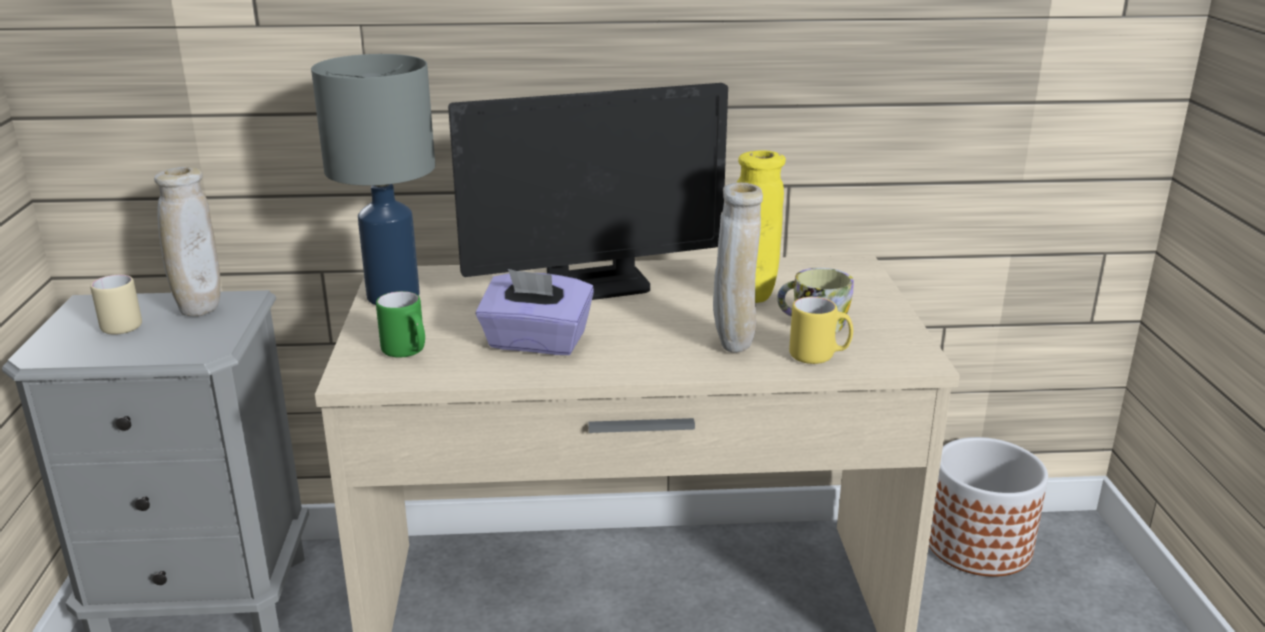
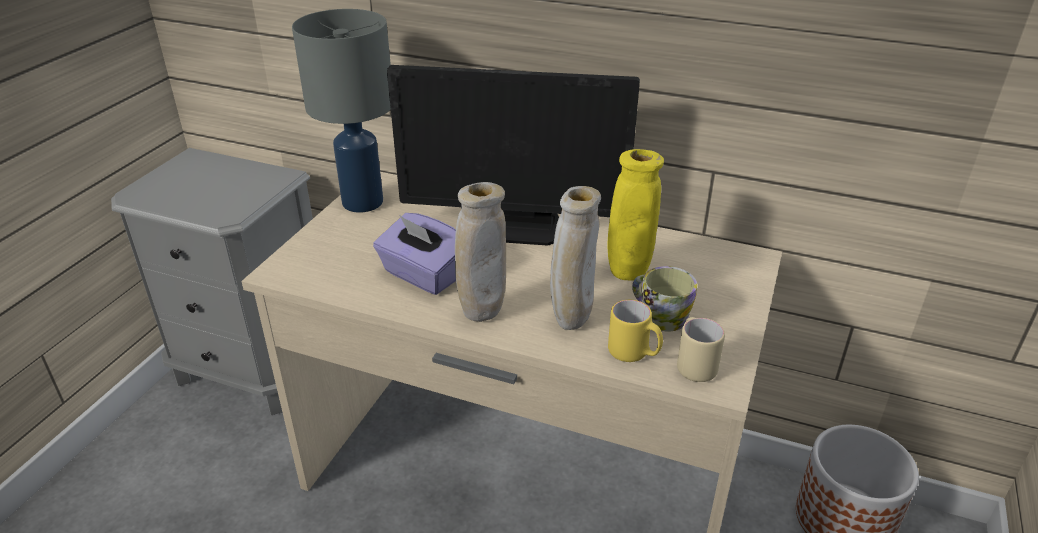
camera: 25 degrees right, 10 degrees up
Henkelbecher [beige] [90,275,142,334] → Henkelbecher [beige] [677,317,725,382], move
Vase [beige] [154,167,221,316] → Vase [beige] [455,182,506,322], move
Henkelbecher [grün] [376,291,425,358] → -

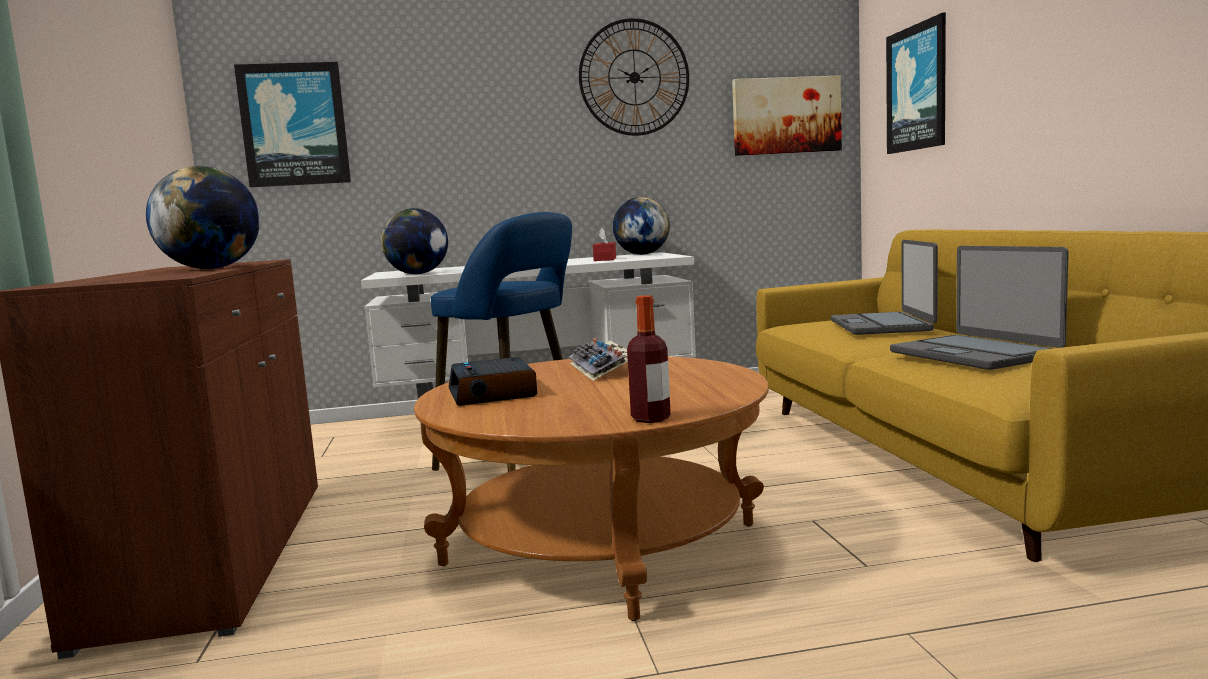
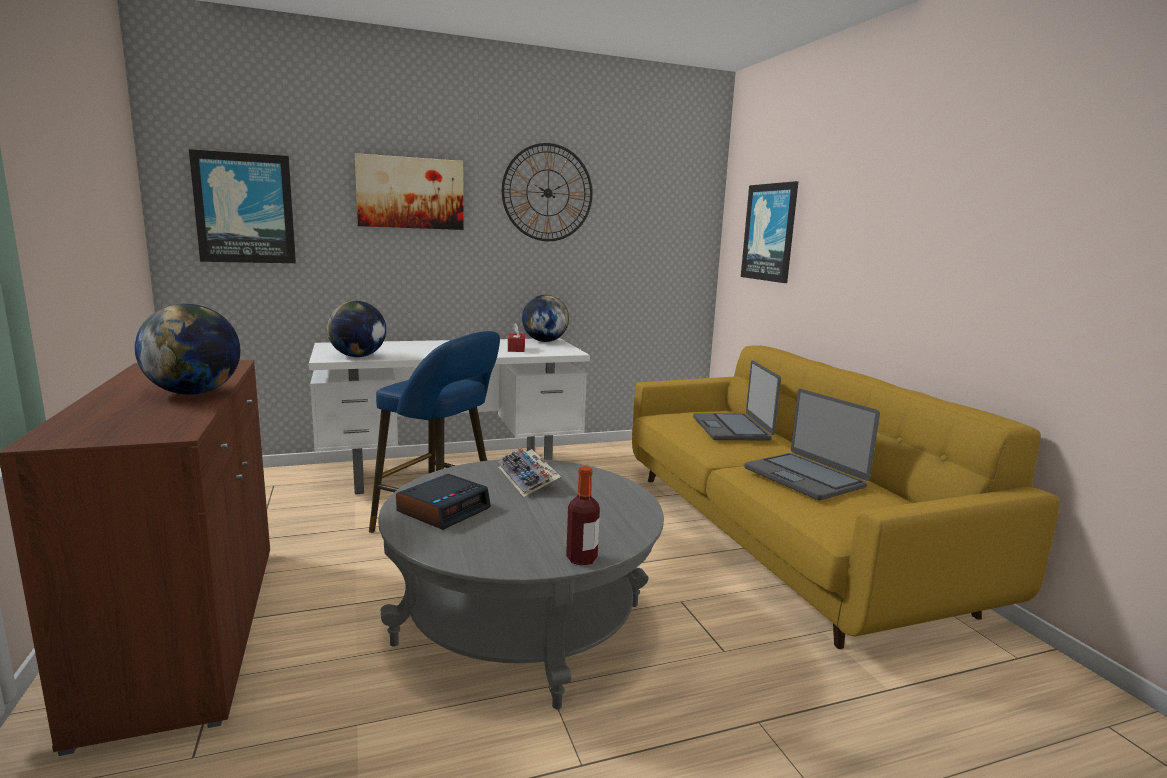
camera: 10 degrees left, 5 degrees up
Couchtisch [braun] [414,356,769,621] → Couchtisch [grau] [378,459,664,709]
Wecker [449,357,537,406] → Wecker [396,474,491,530], 120 degrees counterclockwise
Bild [732,75,842,156] → Bild [355,153,464,230], move

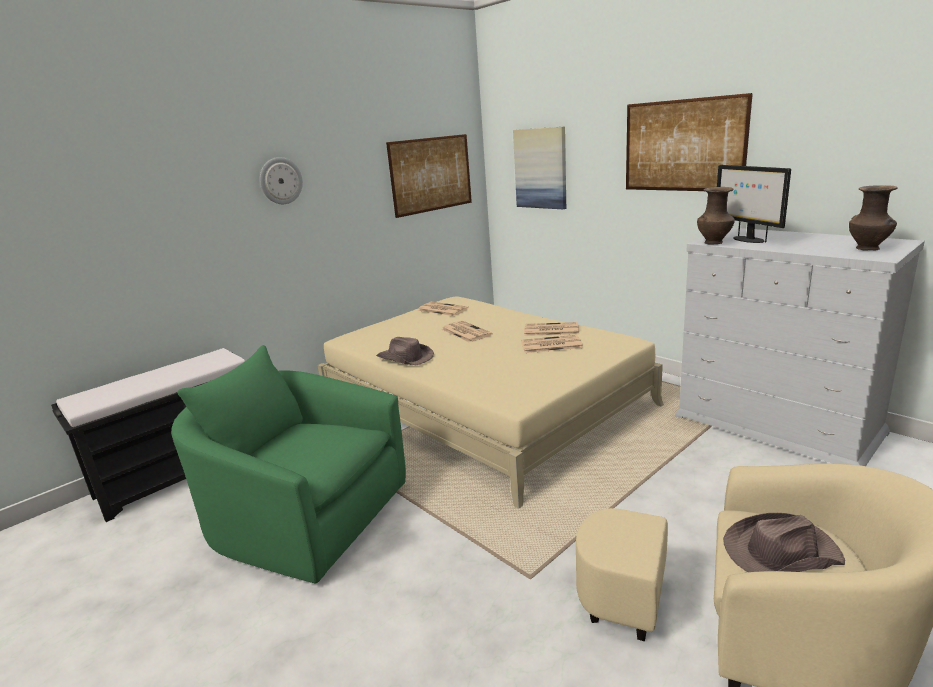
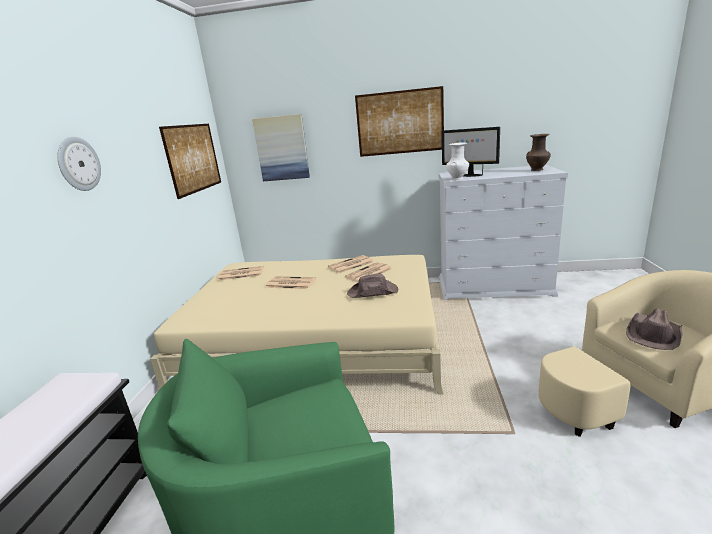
camera: 40 degrees left, 0 degrees up
Hut [braun] [376,337,434,366] → Hut [braun] [347,273,398,298], move
Vase [braun] [697,187,735,245] → Vase [weiß] [446,142,469,180]

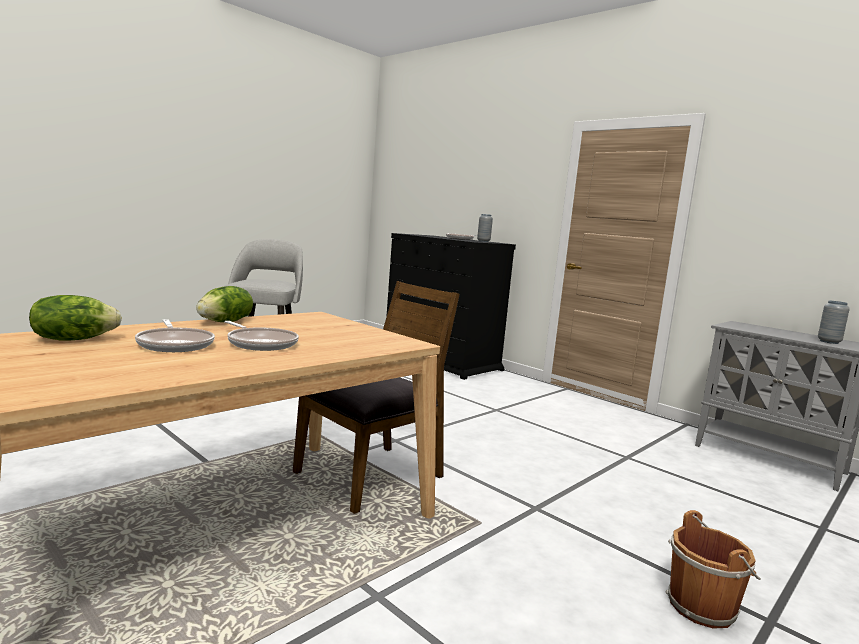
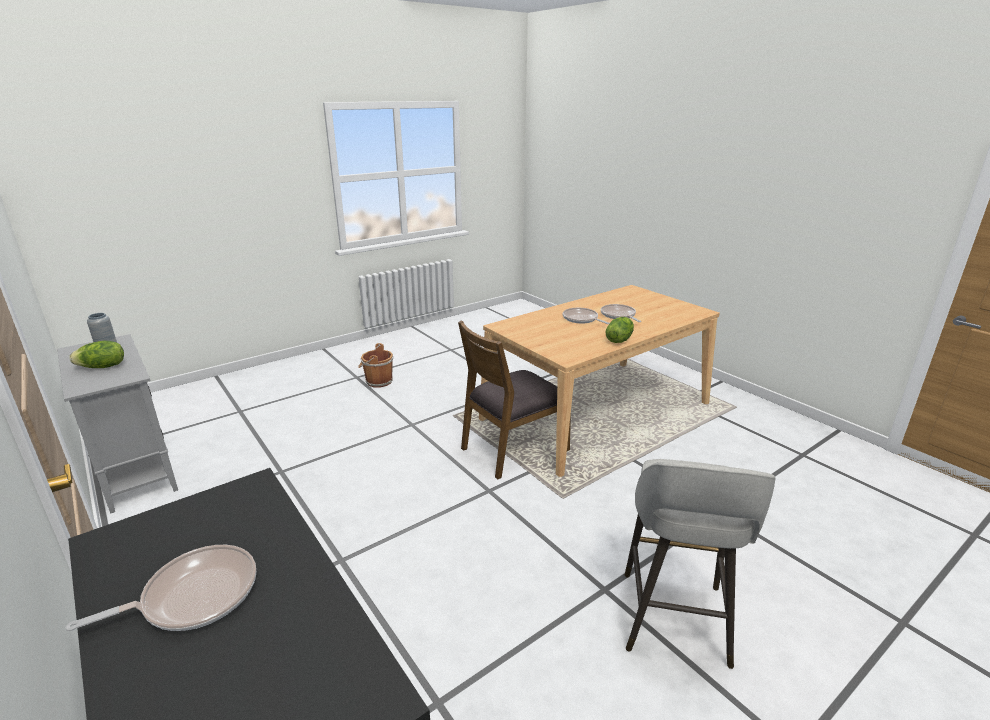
camera: 170 degrees left, 15 degrees up
Salatkopf [29,295,122,340] → Salatkopf [69,341,124,368], move
Vase [grau] [477,214,493,242] → -

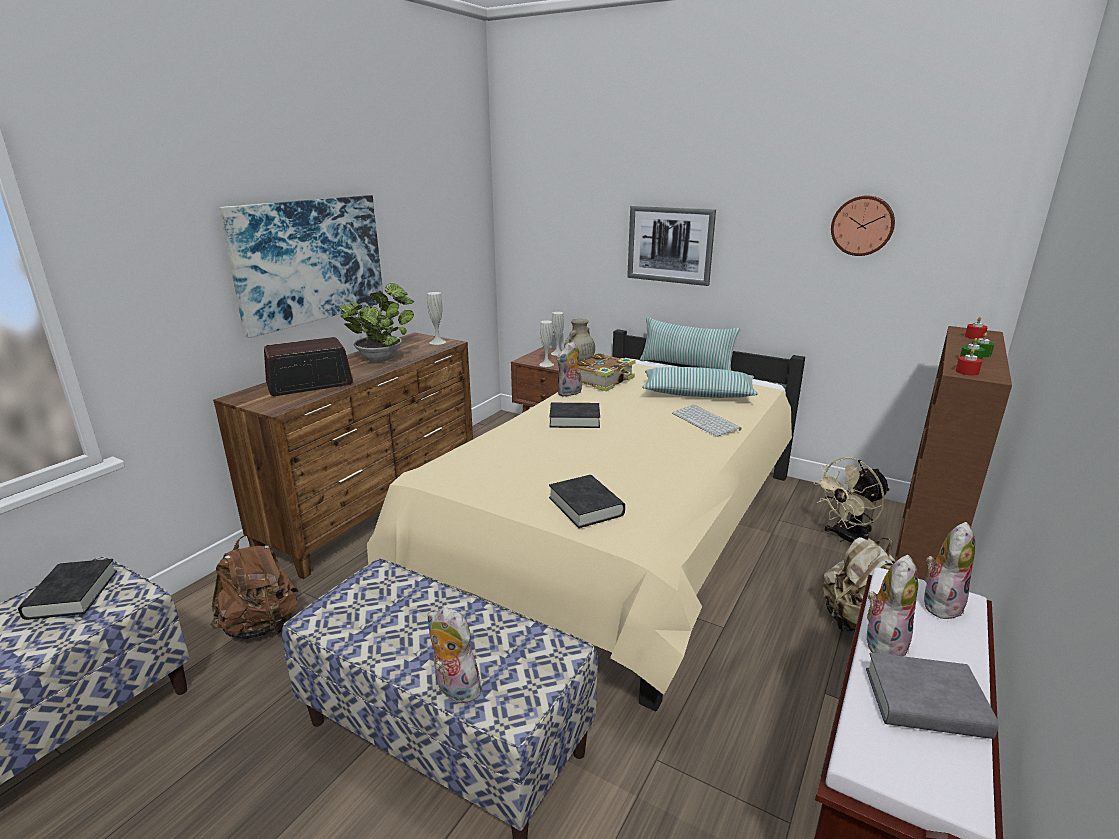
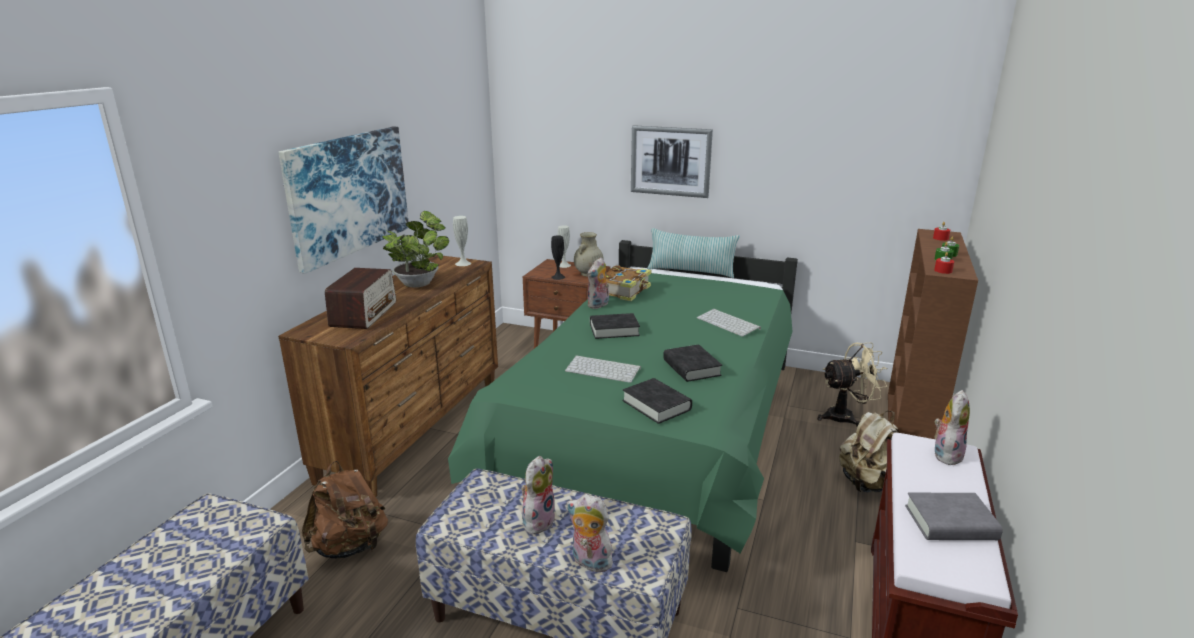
camera: 10 degrees left, 0 degrees up
Buch [schwarz] [18,559,117,620] → Buch [schwarz] [663,344,722,382], move
Radio [264,337,353,396] → Radio [325,268,396,329], 135 degrees clockwise
Bett [beige] [367,329,805,711] → Bett [grün] [448,240,798,572]
Vase [weiß] [539,320,554,367] → Vase [schwarz] [551,235,565,280]
Kissen [642,367,758,398] → -
Ventilator [beige] [814,457,890,543] → Ventilator [beige] [817,342,888,427], 150 degrees counterclockwise
Wanduhr [831,195,895,256] → -
Plüschtier [863,555,918,656] → Plüschtier [521,456,556,535], move
- → Tastatur [565,355,641,383]

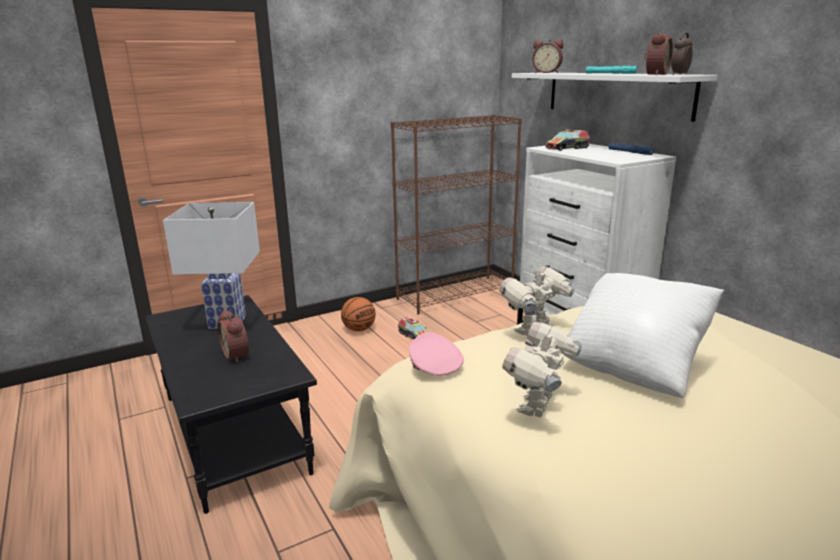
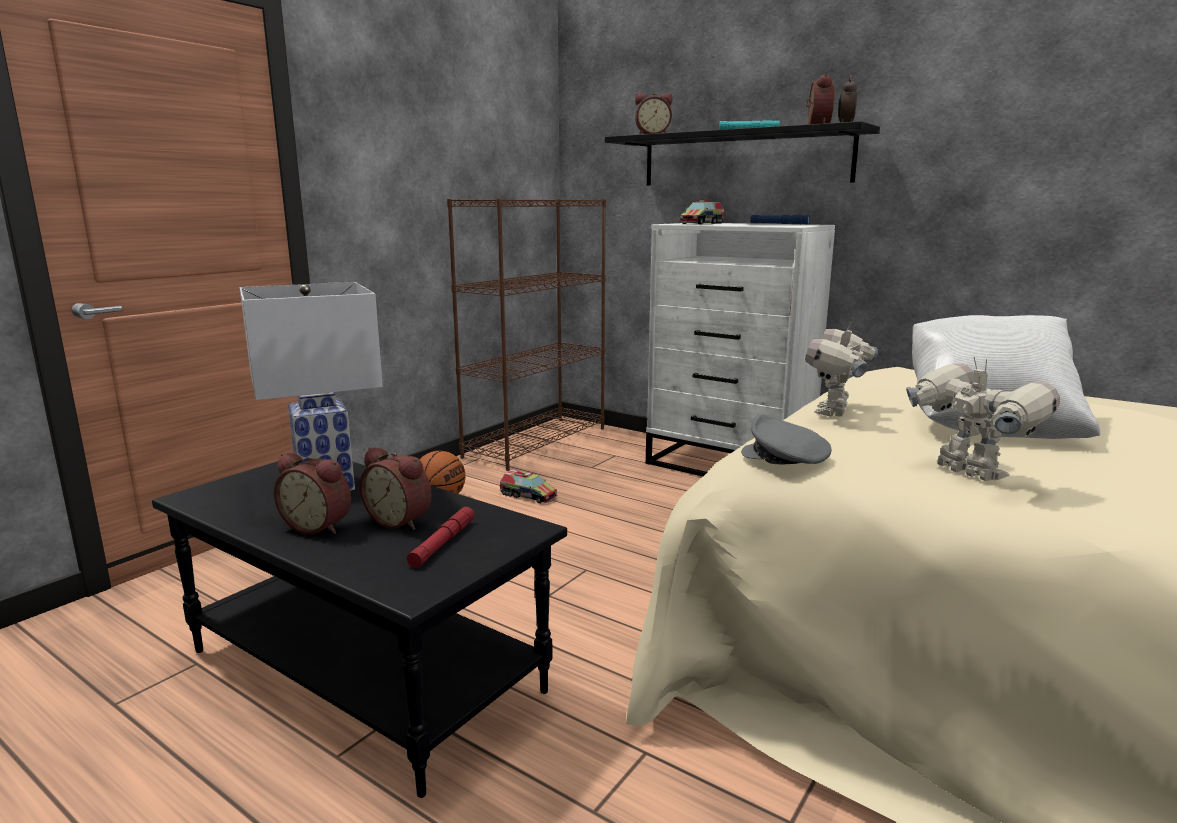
camera: 25 degrees left, 5 degrees down
Kappe [rosa] [409,332,464,376] → Kappe [grau] [741,414,831,465]
Spielzeugroboter [502,322,582,417] → Spielzeugroboter [906,357,1060,481], 150 degrees clockwise
Wandregal [weiß] [512,73,718,122] → Wandregal [schwarz] [605,121,880,186]
- → Wecker [274,453,351,534]
- → Taschenlampe [rot] [407,507,475,568]

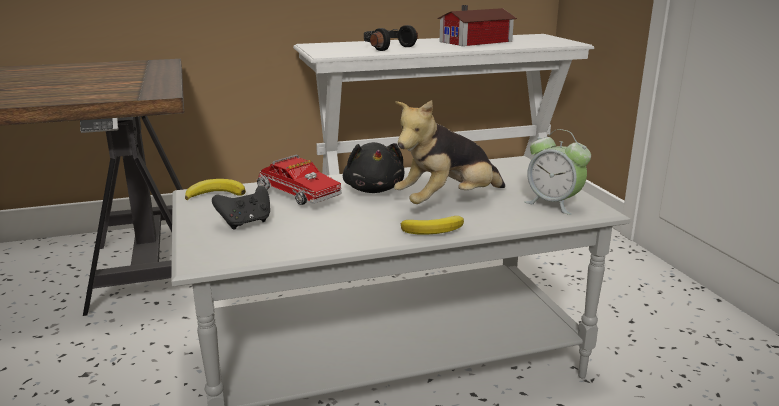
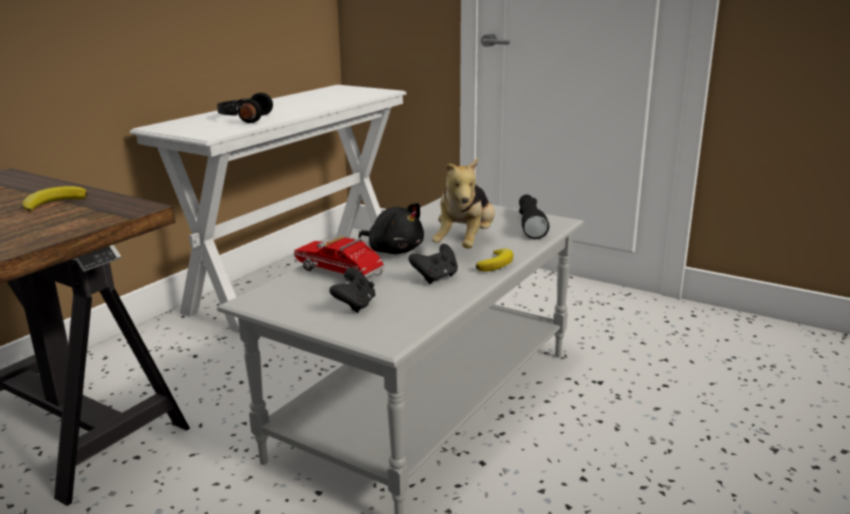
camera: 40 degrees left, 0 degrees up
Banane [185,179,246,200] → Banane [22,186,87,213], move
Spielzeuglaster [256,155,342,205] → Spielzeuglaster [294,236,385,283], 150 degrees counterclockwise
Spielzeughaus [437,5,517,46] → -
Wecker [524,129,591,215] → Taschenlampe [schwarz] [519,195,549,239]
- → Gamepad [schwarz] [408,244,458,284]

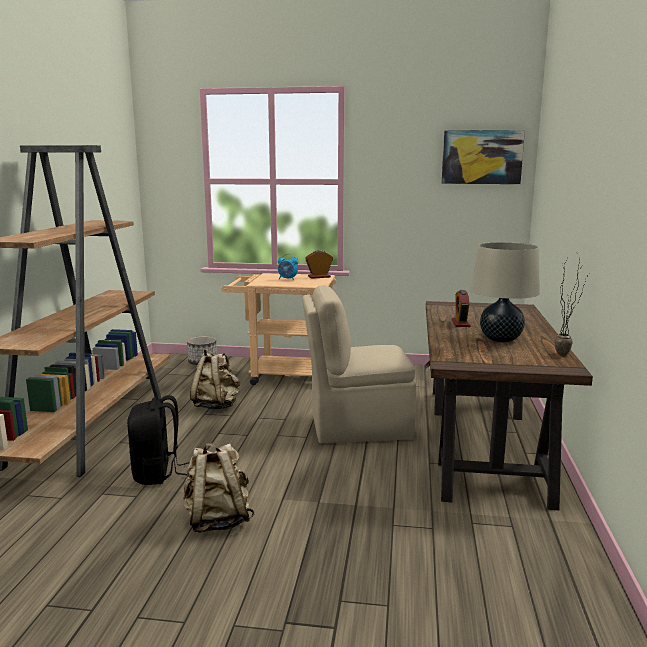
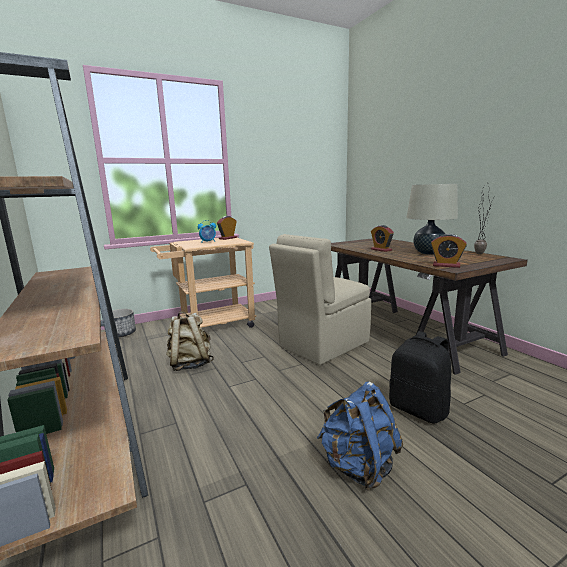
camera: 35 degrees left, 0 degrees up
Rucksack [schwarz] [127,395,190,485] → Rucksack [schwarz] [389,331,451,424], move
Rucksack [beige] [183,443,254,533] → Rucksack [blau] [317,382,403,490]
Bild [442,130,525,184] → -
- → Wecker [431,234,467,268]

